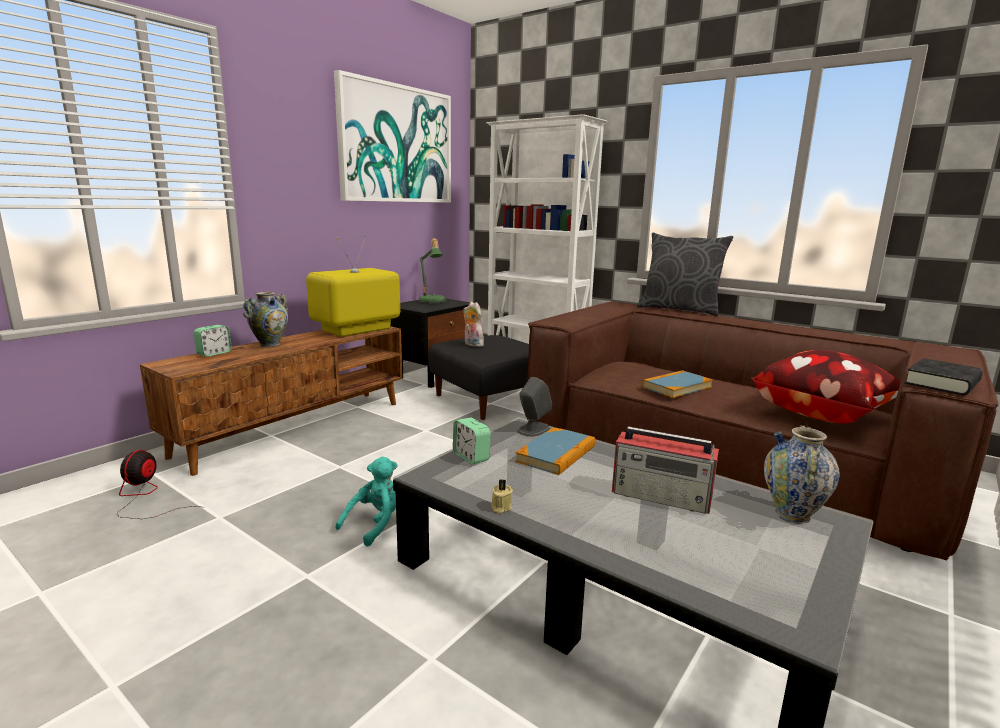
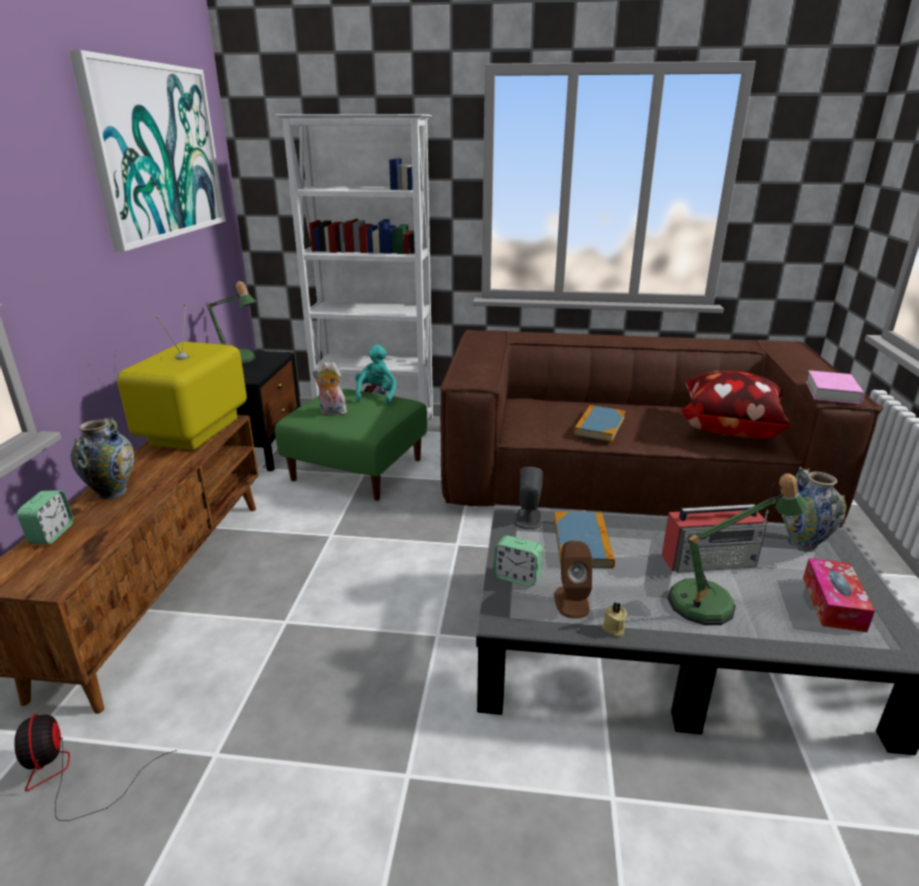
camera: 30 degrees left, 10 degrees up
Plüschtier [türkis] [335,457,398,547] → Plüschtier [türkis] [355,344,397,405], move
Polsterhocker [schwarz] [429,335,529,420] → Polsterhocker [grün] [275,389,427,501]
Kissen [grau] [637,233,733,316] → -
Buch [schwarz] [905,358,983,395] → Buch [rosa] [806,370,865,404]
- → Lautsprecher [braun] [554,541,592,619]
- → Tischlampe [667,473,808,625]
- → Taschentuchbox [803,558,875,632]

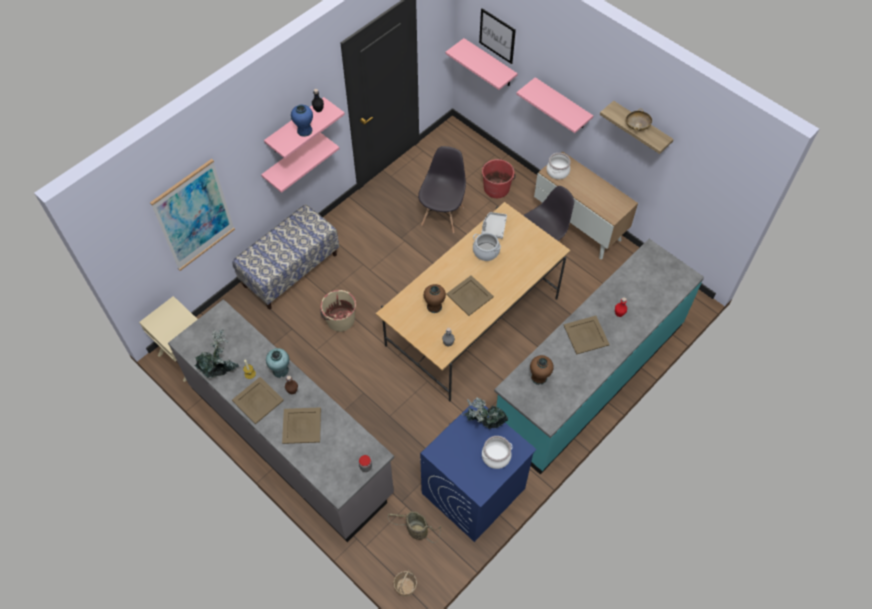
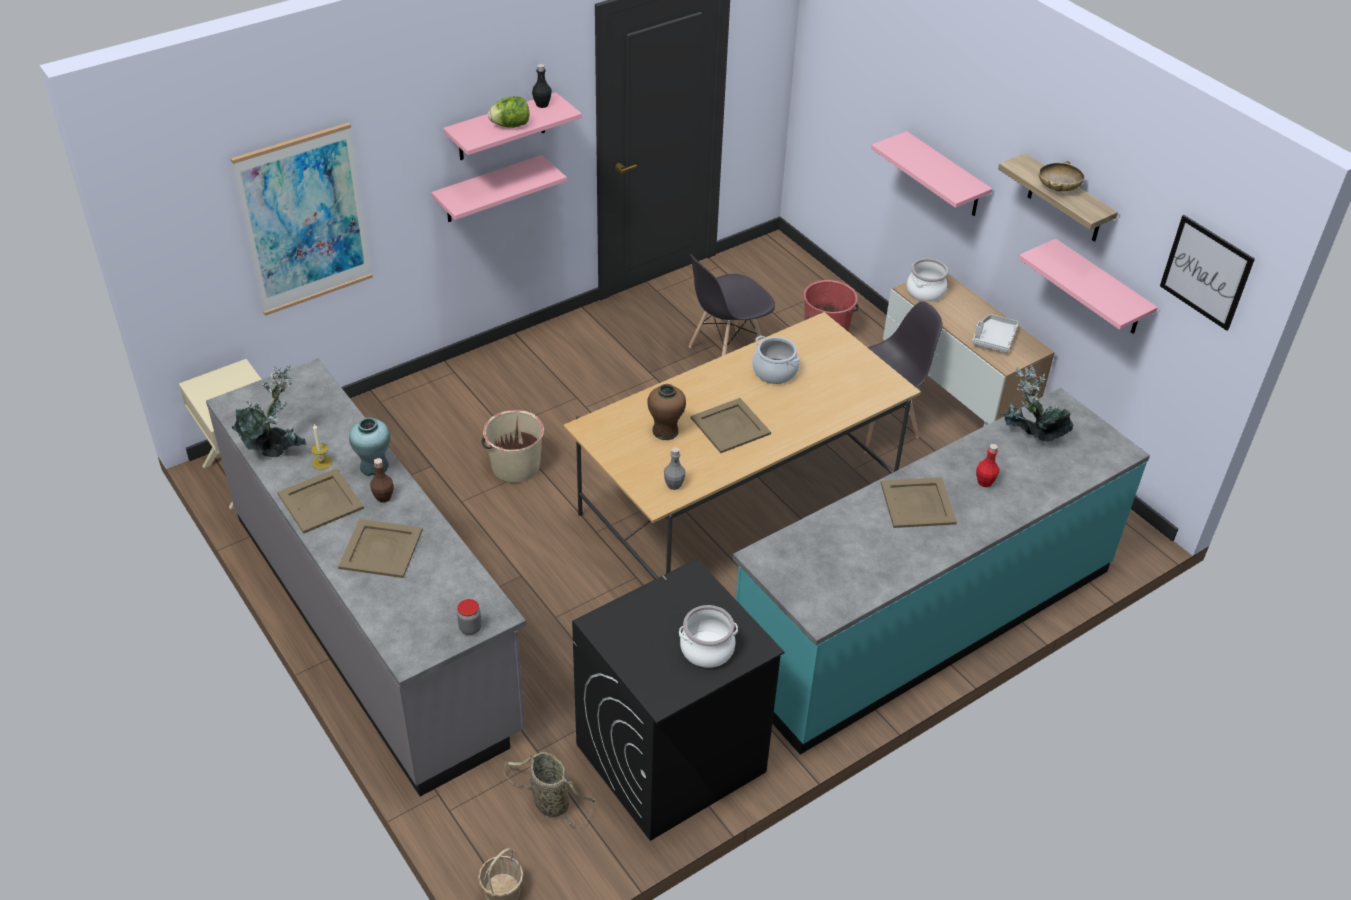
camera: 10 degrees right, 15 degrees down
Bank [232,204,339,309] → -
Vase [blau] [291,105,313,137] → Salatkopf [488,96,529,128]
Stuhl [grau] [418,146,466,234] → Stuhl [grau] [689,254,775,356], 150 degrees counterclockwise
Waschmaschine [blau] [420,405,537,542] → Waschmaschine [schwarz] [572,559,784,841]
Wandregal [rosa] [445,38,518,90] → Wandregal [rosa] [1019,239,1158,334], move
Topfpflanze [464,397,508,429] → Topfpflanze [1000,365,1073,442], move
Bild [479,8,516,64] → Bild [1160,215,1255,331], move
Tablett [grau] [481,212,507,239] → Tablett [grau] [972,314,1019,353], move
Vase [braun] [530,355,554,385] → -

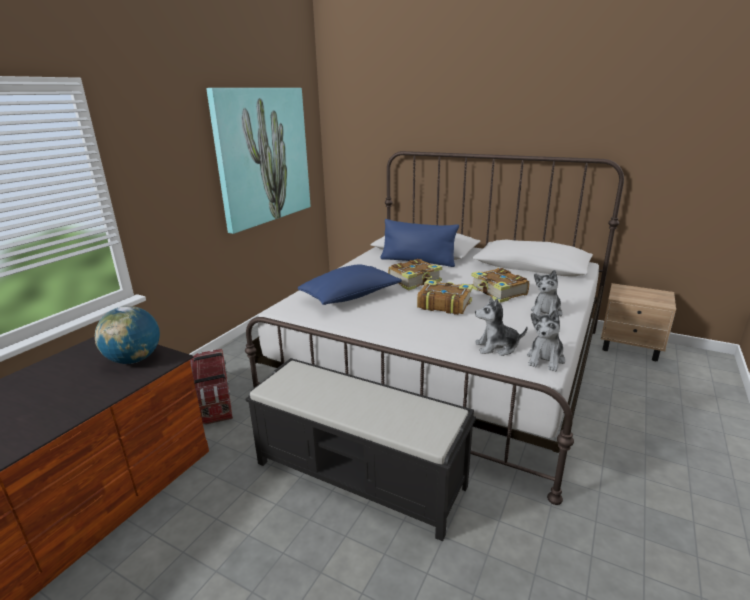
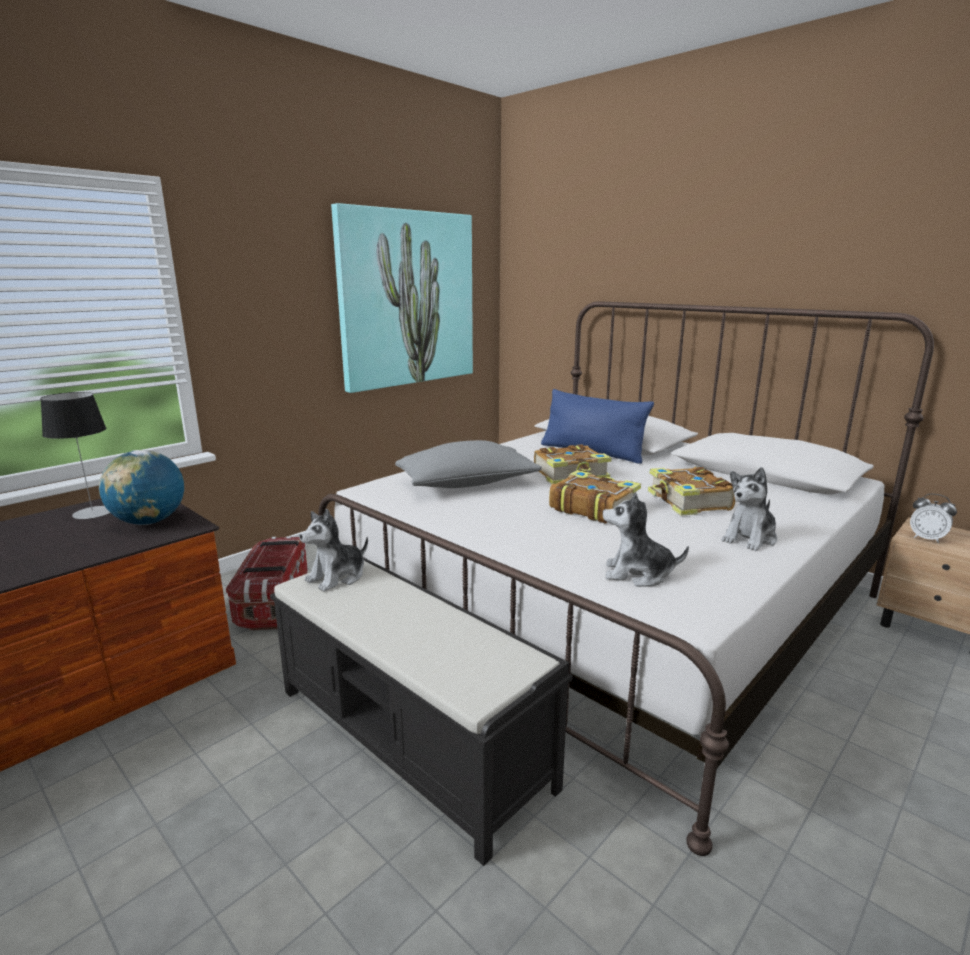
camera: 15 degrees right, 5 degrees down
Kissen [blau] [298,265,402,305] → Kissen [grau] [395,440,542,488]
Plüschtier [527,310,565,372] → Plüschtier [299,509,368,592], move
- → Tischlampe [40,392,110,519]
- → Wecker [910,494,957,543]

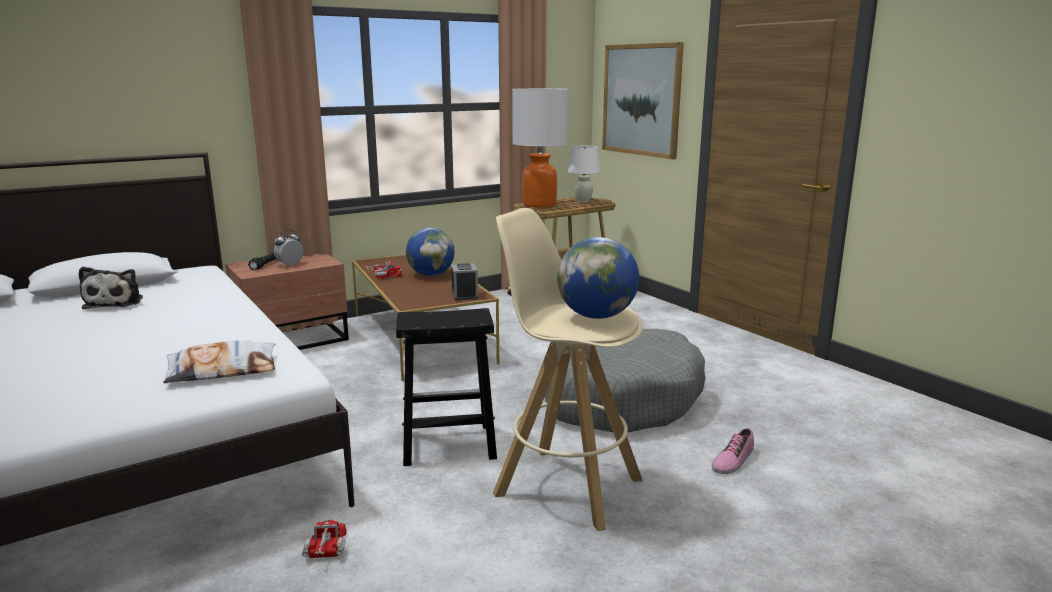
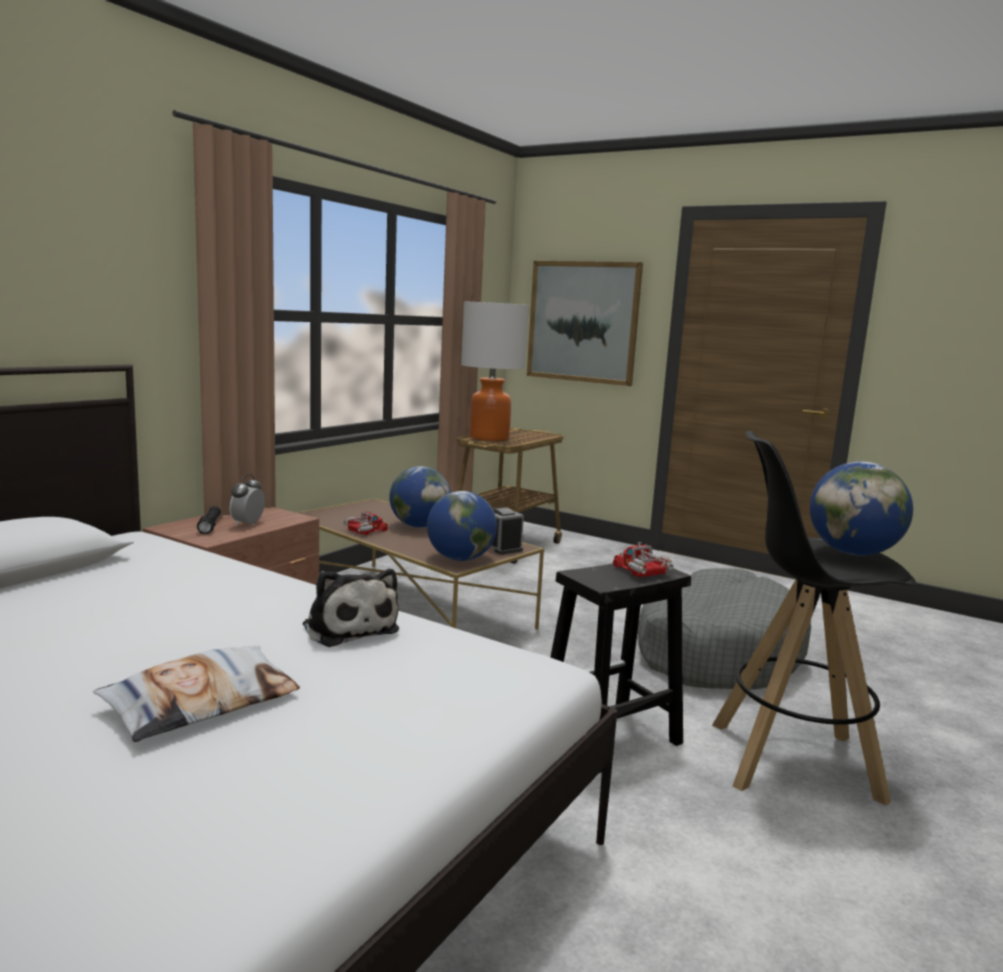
camera: 25 degrees left, 5 degrees down
Plüschtier [78,267,143,309] → Plüschtier [303,569,399,647], move
Kissen [163,340,275,383] → Kissen [93,645,300,742], move
Spielzeuglaster [302,518,347,558] → Spielzeuglaster [613,542,674,577], move
Hocker [beige] [493,208,643,531] → Hocker [schwarz] [712,431,916,806]
Tischlampe [weiß] [568,146,600,203] → -
Schuh [712,428,754,474] → -
- → Globus [427,491,497,561]

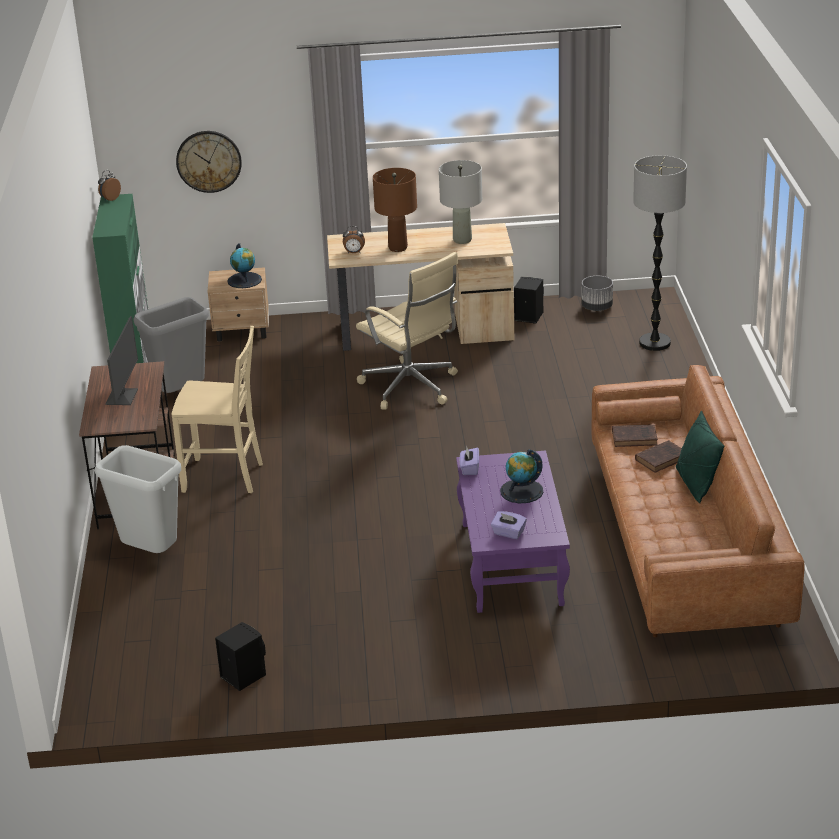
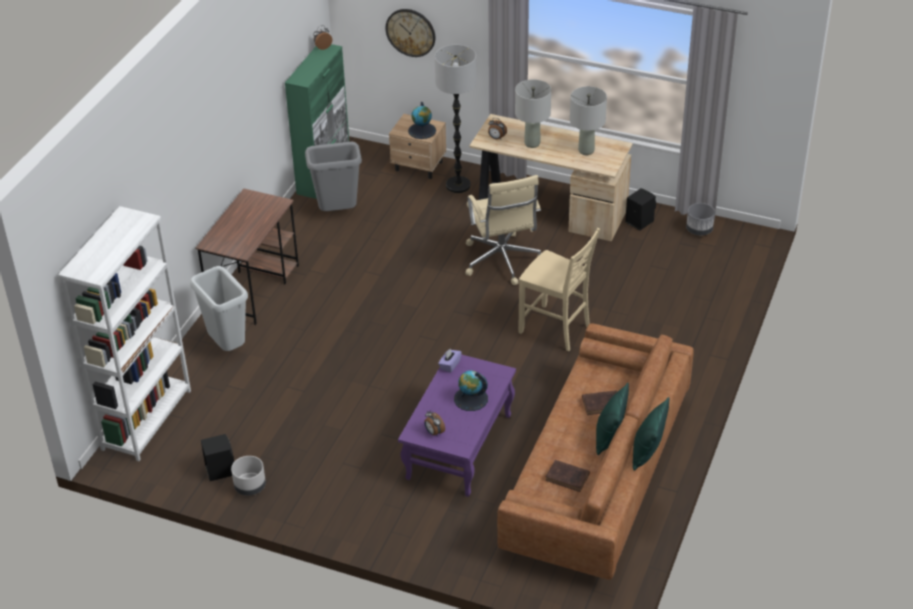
camera: 25 degrees right, 10 degrees up
Monitor [105,316,138,405] → -
Stuhl [beige] [172,326,263,493] → Stuhl [beige] [519,228,600,351], move
Tischlampe [braun] [373,168,417,252] → Tischlampe [grau] [515,79,551,148]
Taschentuchbox [lila] [491,511,527,539] → Wecker [424,410,445,436]
Buch [braun] [612,424,658,447] → Buch [braun] [545,460,590,492], move
Stehlampe [633,155,687,351] → Stehlampe [435,45,477,193], move
- → Bücherregal [weiß] [58,206,191,461]
- → Pflanzkübel [grau] [231,456,266,496]
- → Kissen [grün] [632,397,670,471]

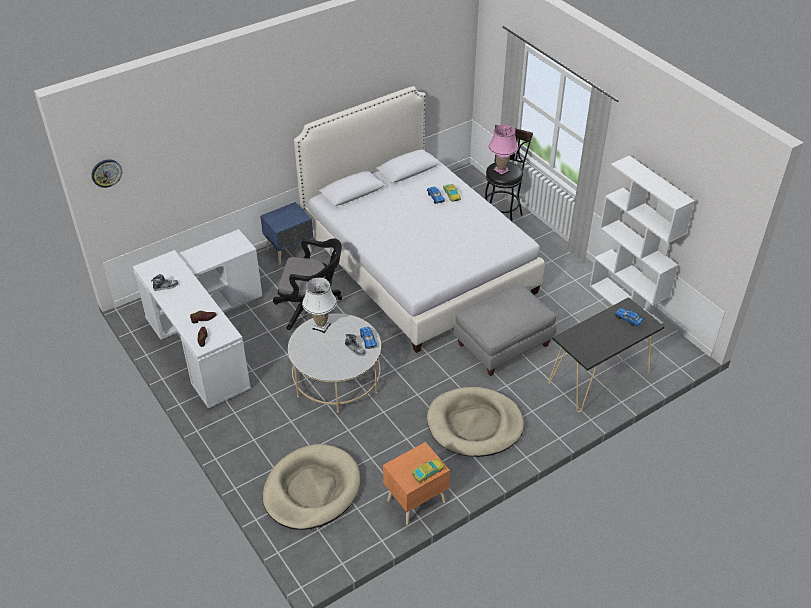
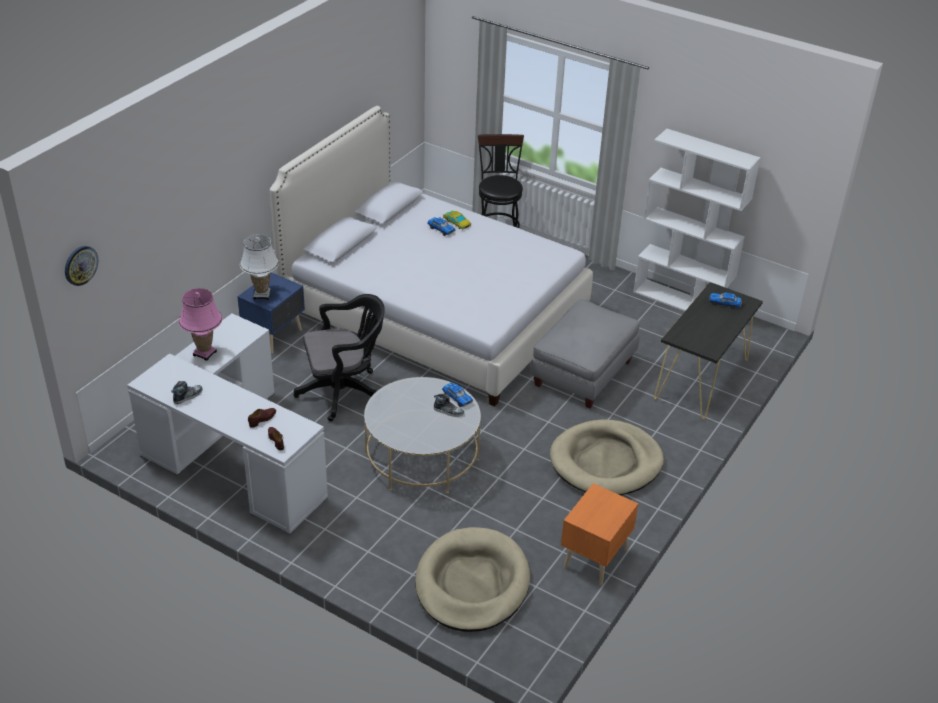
camera: 25 degrees left, 5 degrees down
Tischlampe [weiß] [302,278,337,333] → Tischlampe [weiß] [240,234,279,300], move
Spielzeugauto [412,459,445,483] → -
Tischlampe [rosa] [488,124,519,176] → Tischlampe [rosa] [179,288,222,361], move

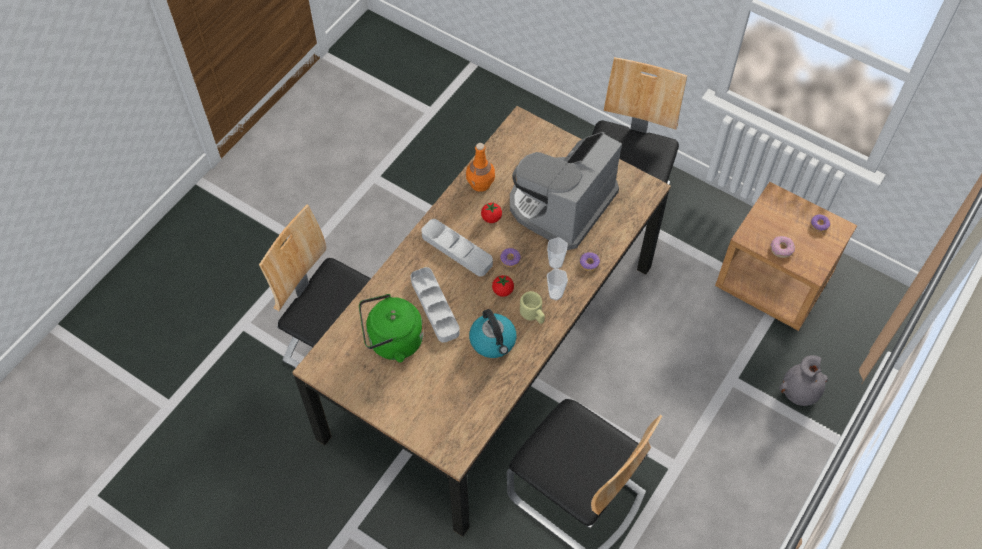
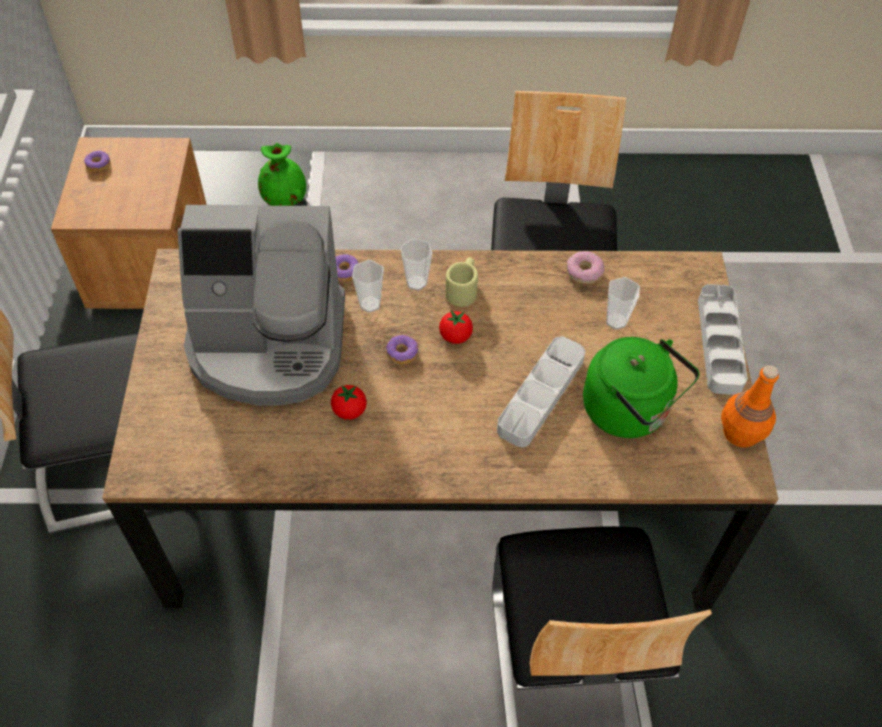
camera: 125 degrees left, 5 degrees down
Tablett [grau] [421,219,493,276] → Tablett [grau] [698,284,747,395], move
Flasche [orange] [466,143,495,192] → Flasche [orange] [721,365,779,448], move
Wasserkessel [469,309,516,358] → -
Donut [771,236,795,258] → Donut [567,251,605,284], move
Vase [grau] [779,355,828,406] → Vase [grün] [258,143,306,206]
- → Tasse [606,277,640,330]

